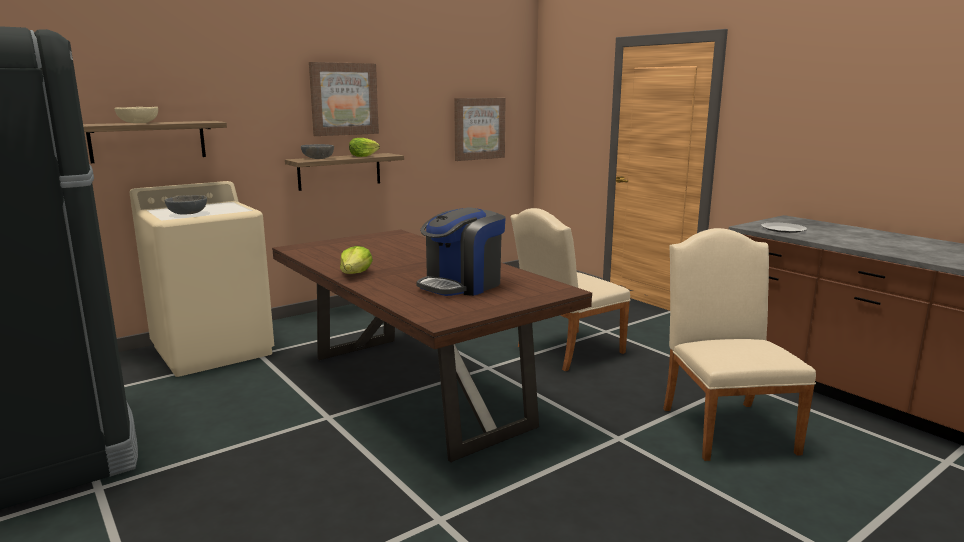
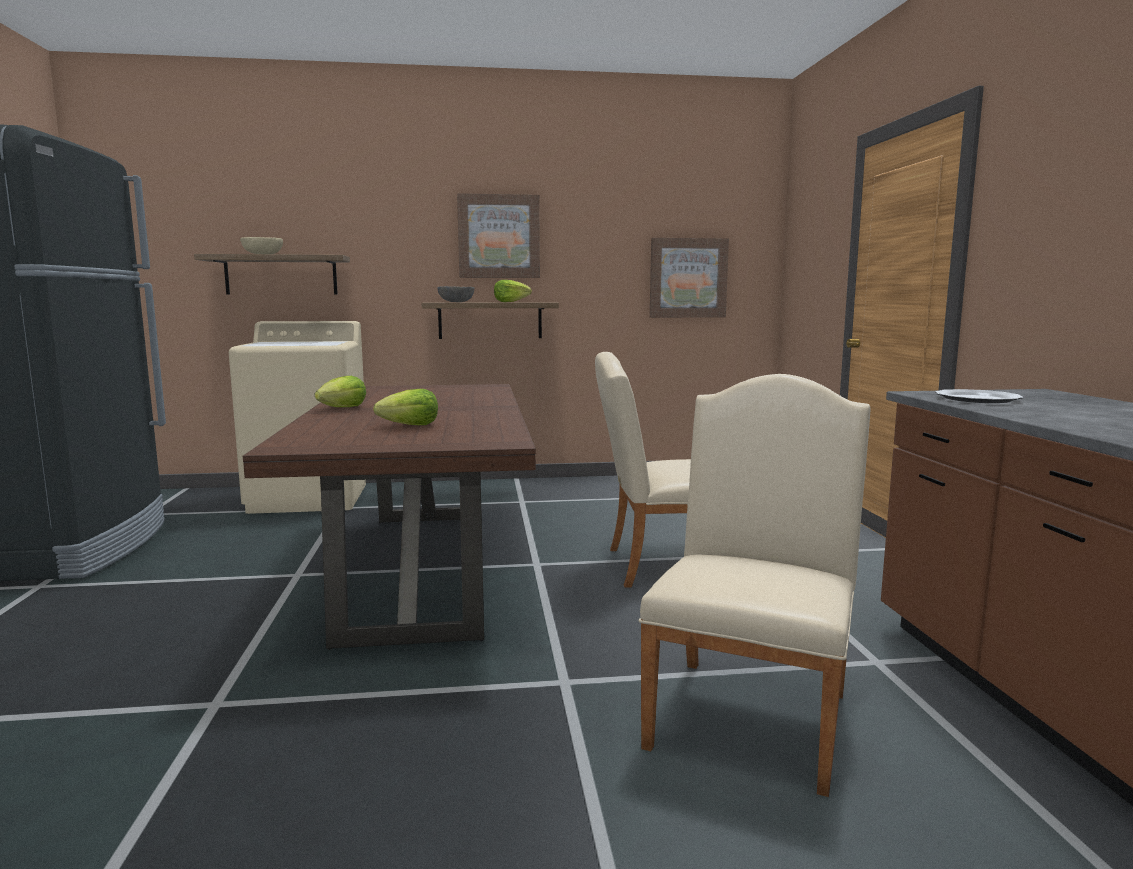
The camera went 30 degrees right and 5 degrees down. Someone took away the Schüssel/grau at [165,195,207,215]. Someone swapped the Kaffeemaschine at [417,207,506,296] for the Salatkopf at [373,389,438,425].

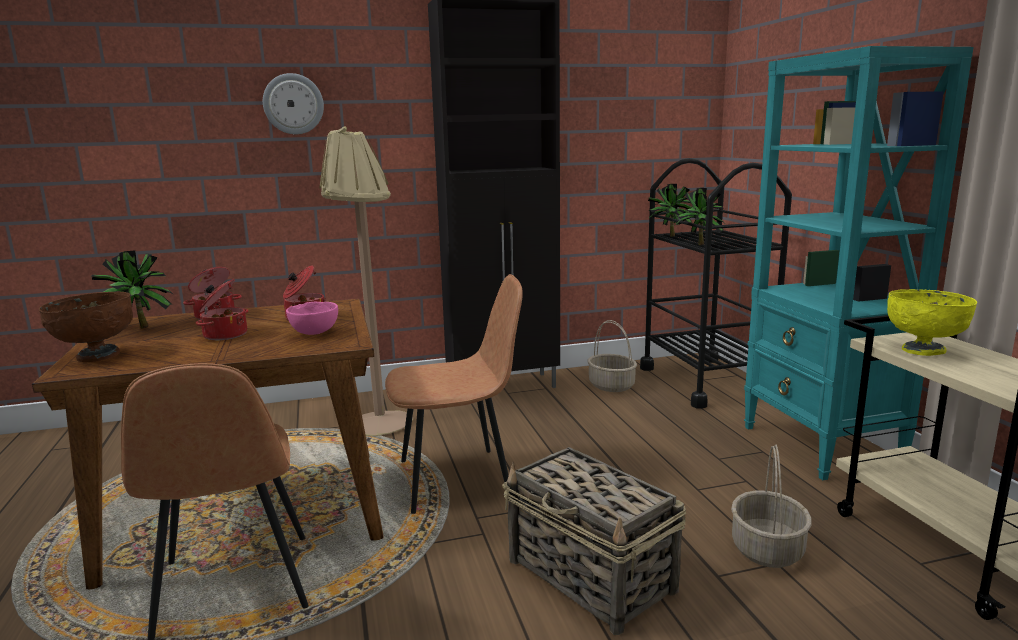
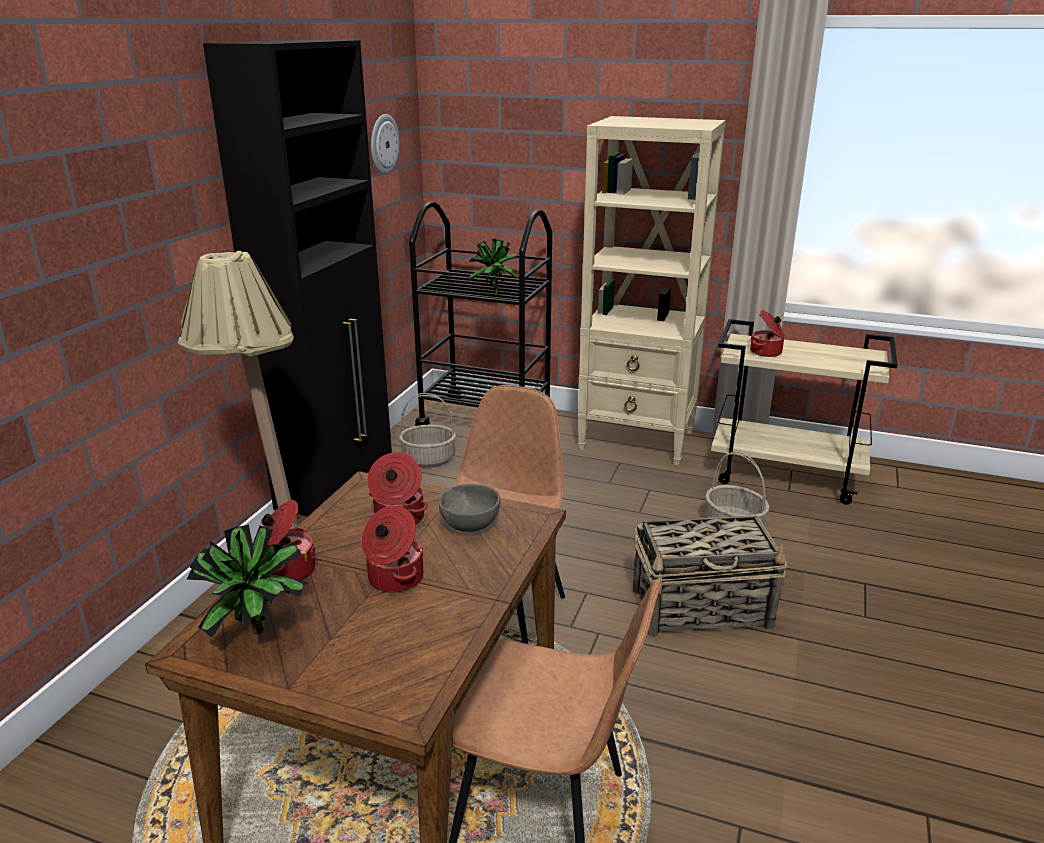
The camera went 55 degrees left and 10 degrees up. Someone repainted the Bücherregal/türkis at [744,46,974,480], which became the Bücherregal/beige at [578,116,726,466]. Someone carried the Wanduhr from [263,73,324,134] to [371,114,400,174]. Someone took away the Topfpflanze at [648,184,693,237]. Someone swapped the Schüssel/gelb at [887,289,977,356] for the Kochtopf at [750,310,785,357]. Someone took away the Schüssel/braun at [39,292,133,362]. Someone repainted the Schüssel/rosa at [286,302,338,335], which became the Schüssel/grau at [439,484,500,532].

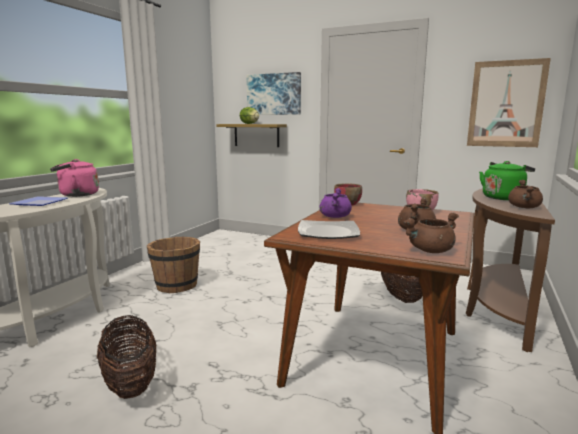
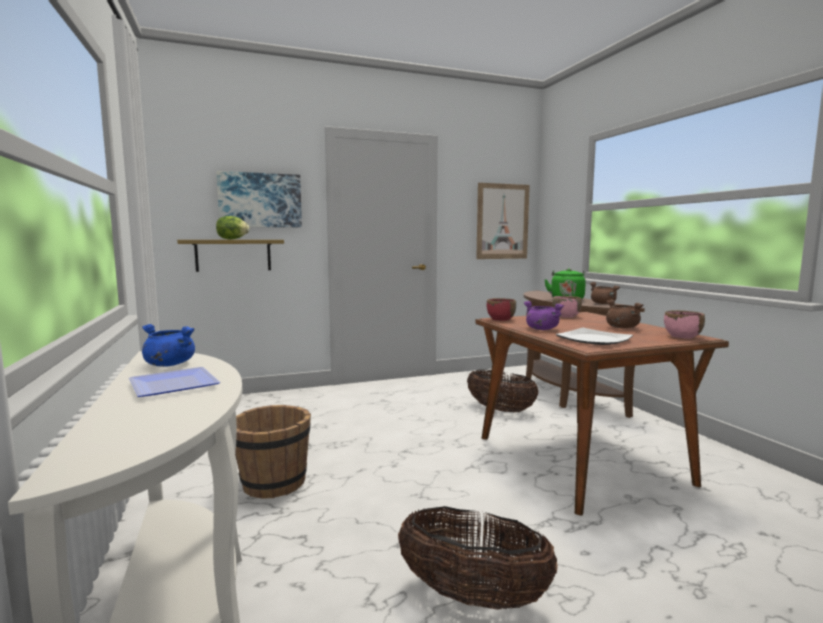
The camera went 45 degrees left and 5 degrees down. Someone swapped the Wasserkessel/rosa at [50,159,99,197] for the Kochtopf/blau at [142,324,195,367]. Someone swapped the Kochtopf/braun at [403,212,459,253] for the Schüssel/rosa at [664,310,705,338].

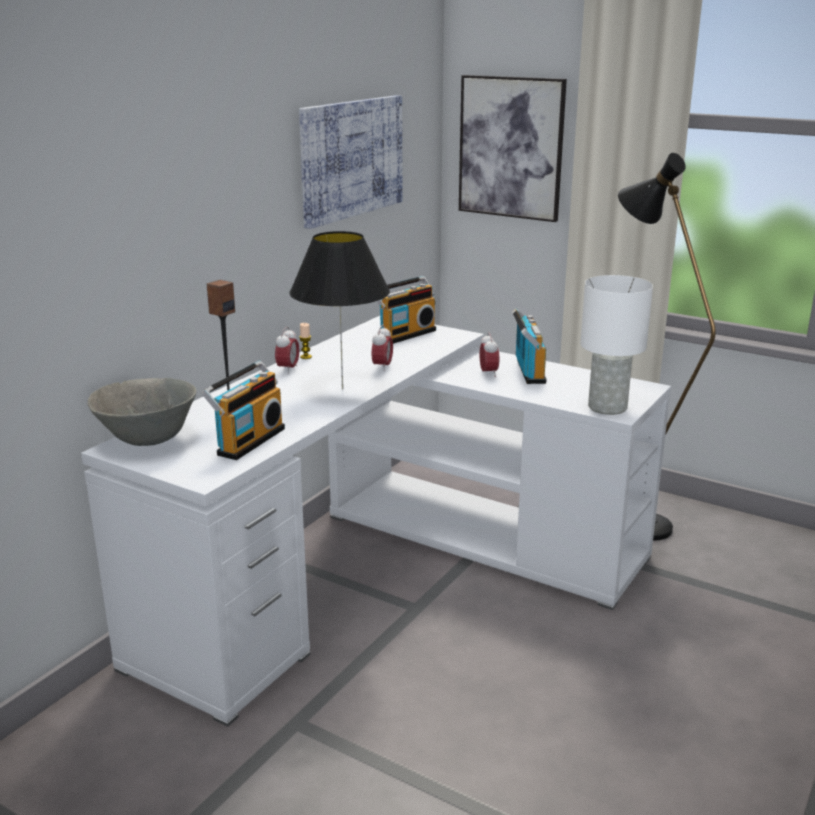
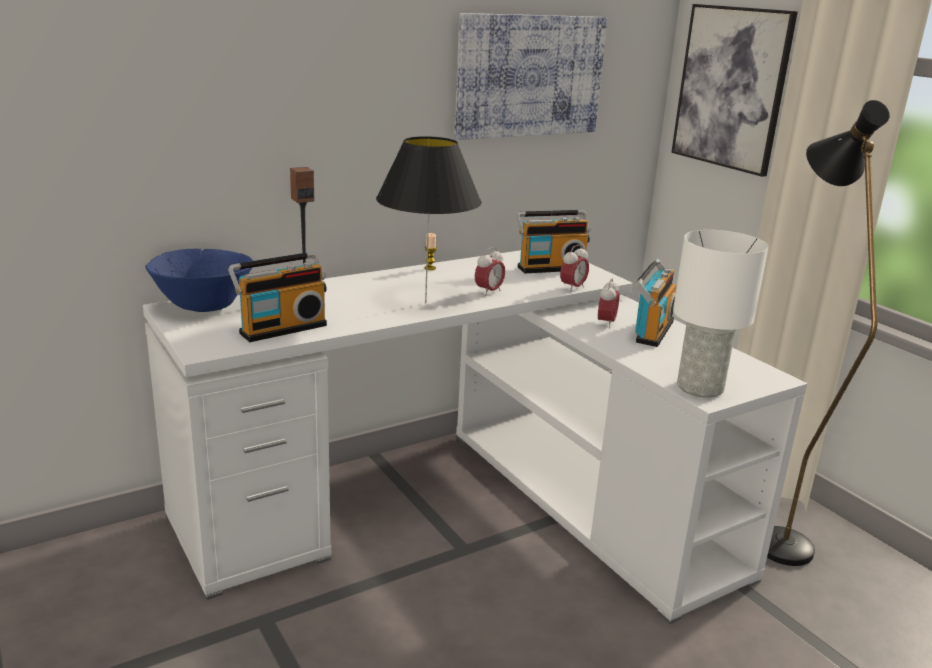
The camera went 25 degrees right and 0 degrees up. Someone carried the Wecker from [275,327,299,374] to [560,244,589,292]. Someone repainted the Schüssel/grau at [87,378,197,446], which became the Schüssel/blau at [145,249,253,312].

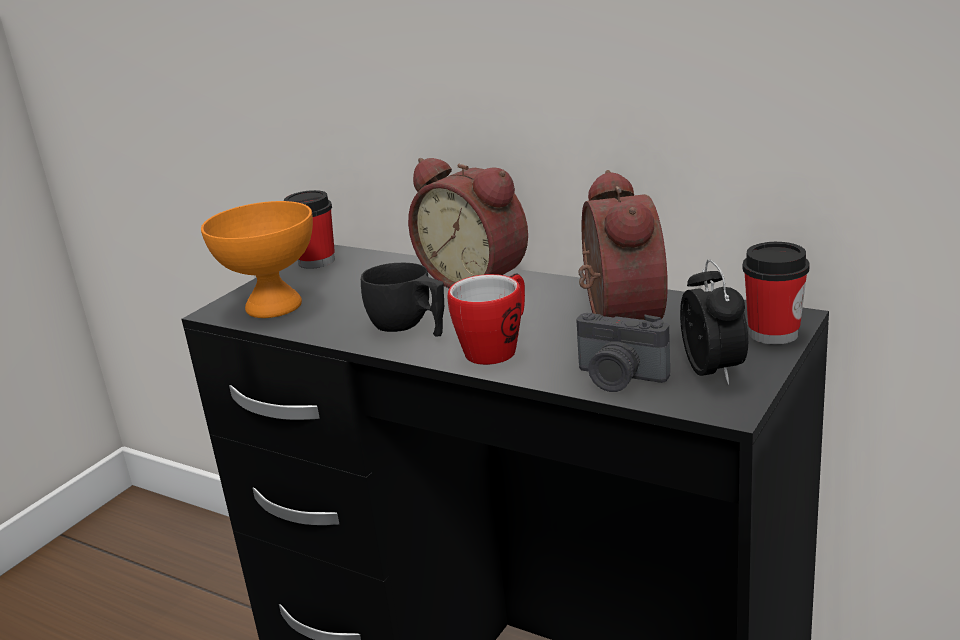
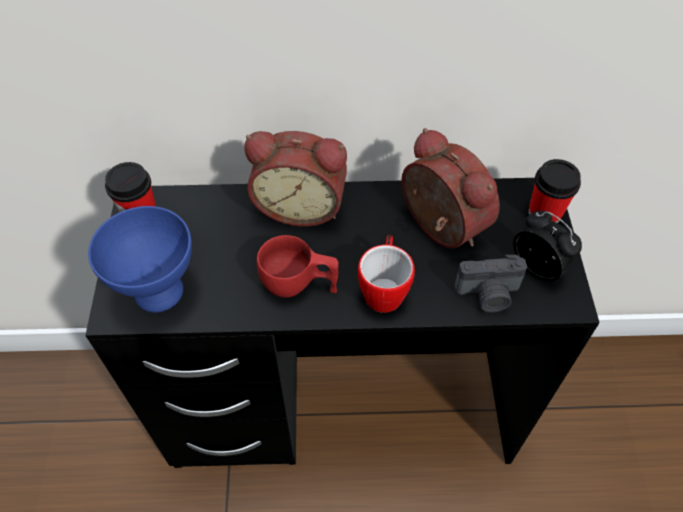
The camera went 35 degrees left and 30 degrees up. Someone repainted the Schüssel/orange at [201,201,313,318], which became the Schüssel/blau at [88,206,192,313]. Someone repainted the Tasse/schwarz at [361,263,444,337], which became the Tasse/rot at [257,235,339,298].

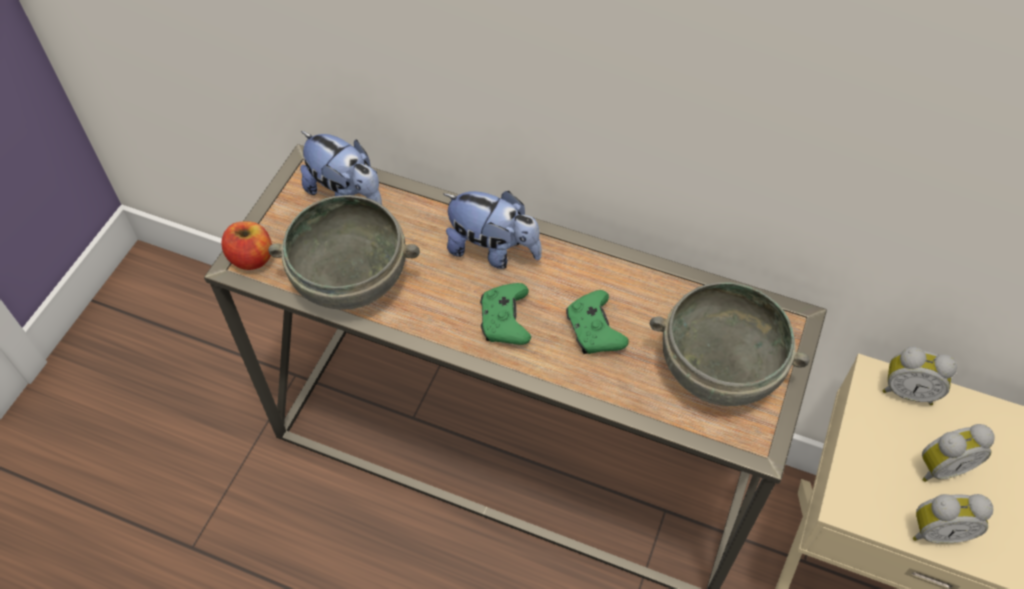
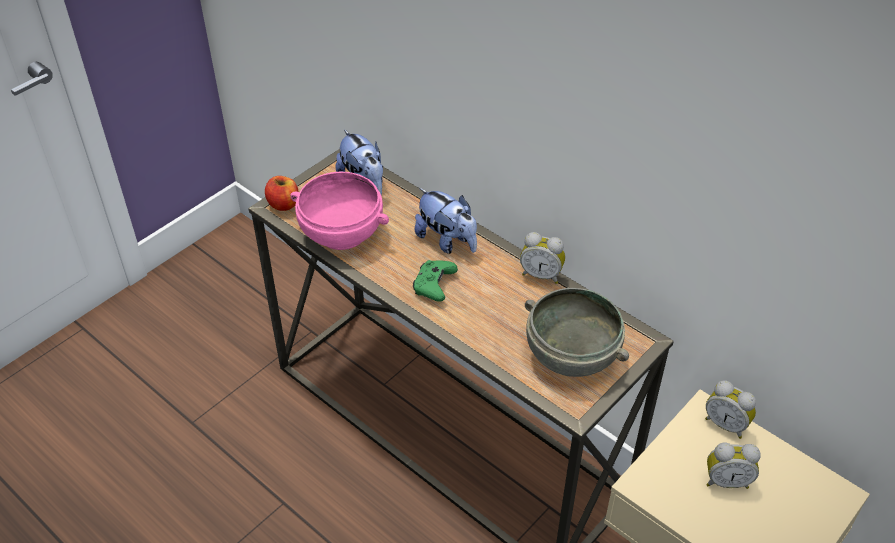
The camera went 20 degrees right and 10 degrees down. Someone repainted the Schüssel/grau at [268,195,420,309], which became the Schüssel/rosa at [290,172,389,250]. Someone took away the Gamepad/grün at [566,290,629,354]. Someone carried the Wecker from [913,494,993,544] to [520,232,565,284].

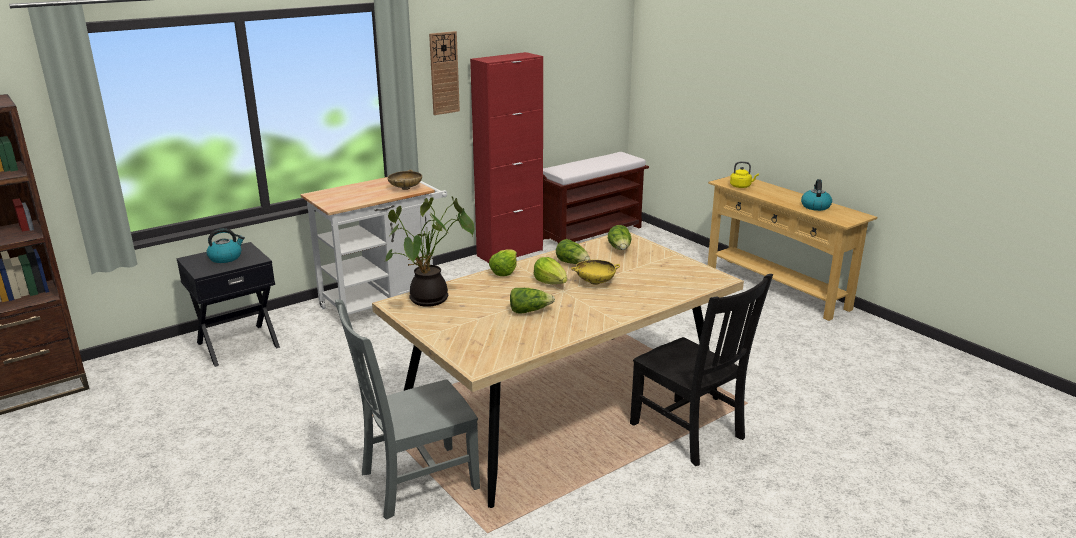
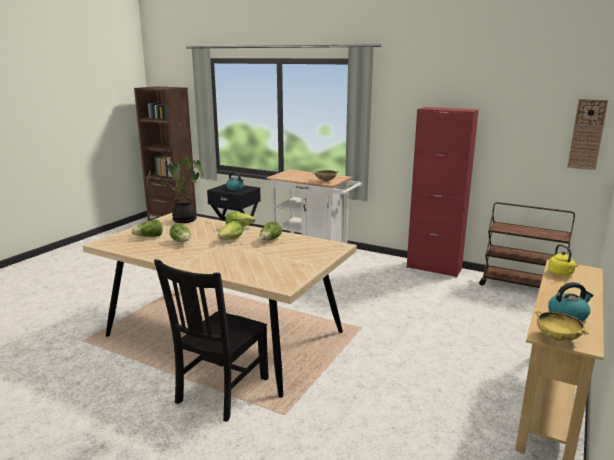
The camera went 65 degrees right and 5 degrees down. Someone carried the Wanduhr from [429,31,460,115] to [567,99,608,170]. Someone swapped the Bank/braun at [543,152,649,243] for the Rollwagen/braun at [479,202,575,288]. Someone carried the Salatkopf from [608,225,632,250] to [131,219,163,237]. Someone carried the Schüssel/gelb from [571,260,620,285] to [535,311,589,341]. Someone took away the Stuhl/grau at [335,299,480,520].

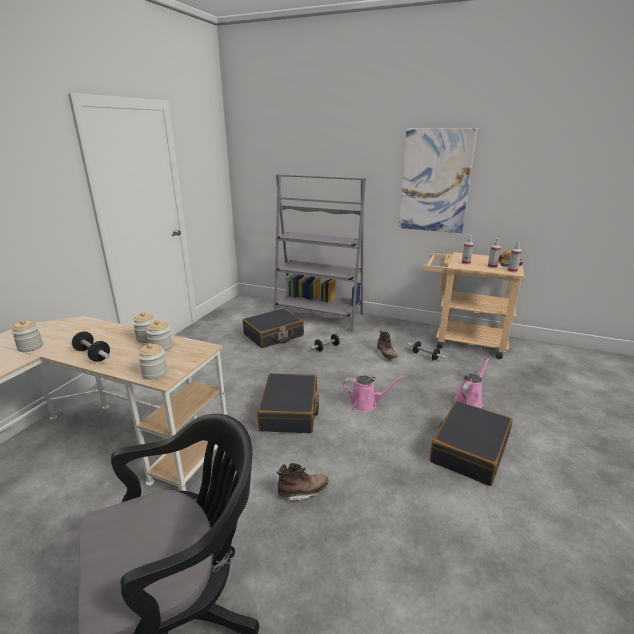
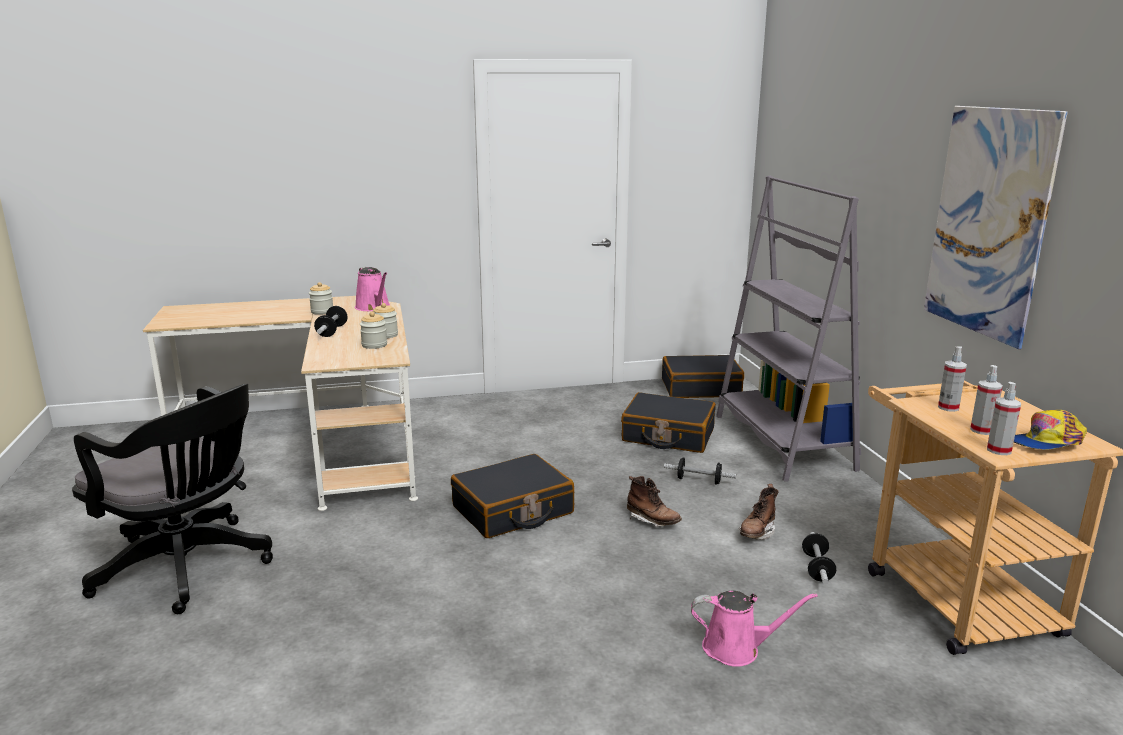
The camera went 55 degrees right and 5 degrees down. Someone took away the Vorratsglas at [138,343,168,380]. Someone carried the Gießkanne/rosa from [343,375,405,412] to [355,267,390,311]. Someone carried the Koffer/schwarz from [430,401,512,486] to [662,355,744,398]. Someone carried the Stiefel/braun from [277,463,329,504] to [627,476,682,526].

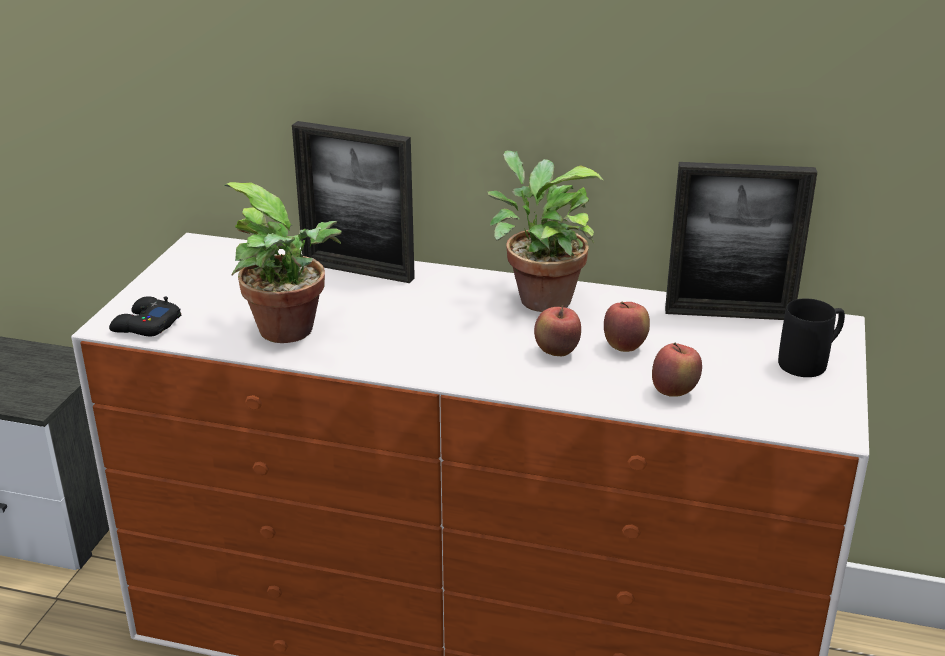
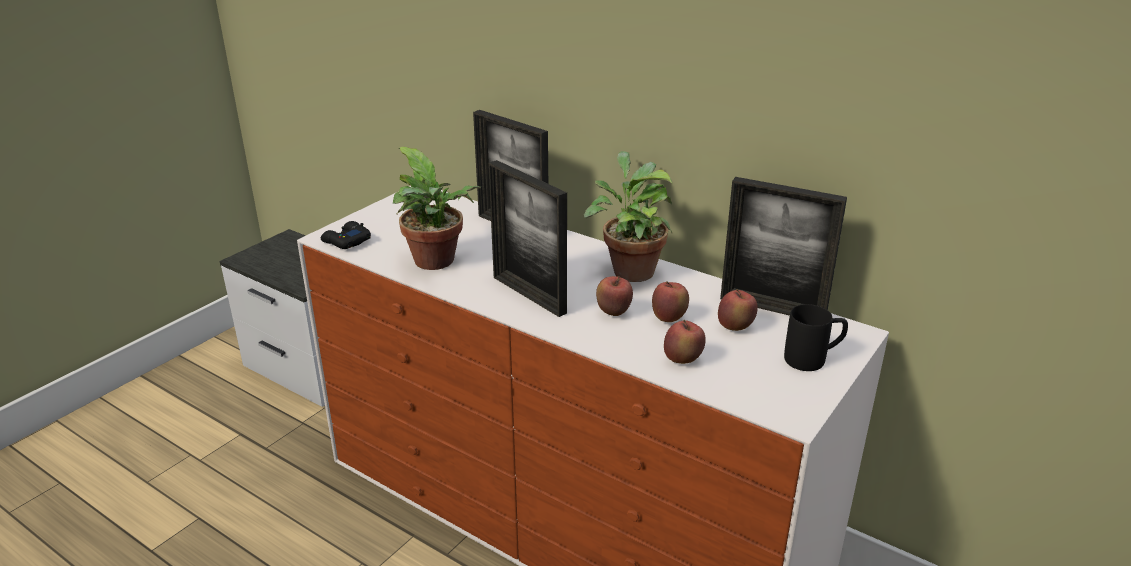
The camera went 20 degrees right and 0 degrees up. Someone put down the Bilderrahmen at [488,160,567,317]. Someone put down the Apfel at [718,289,758,331].

